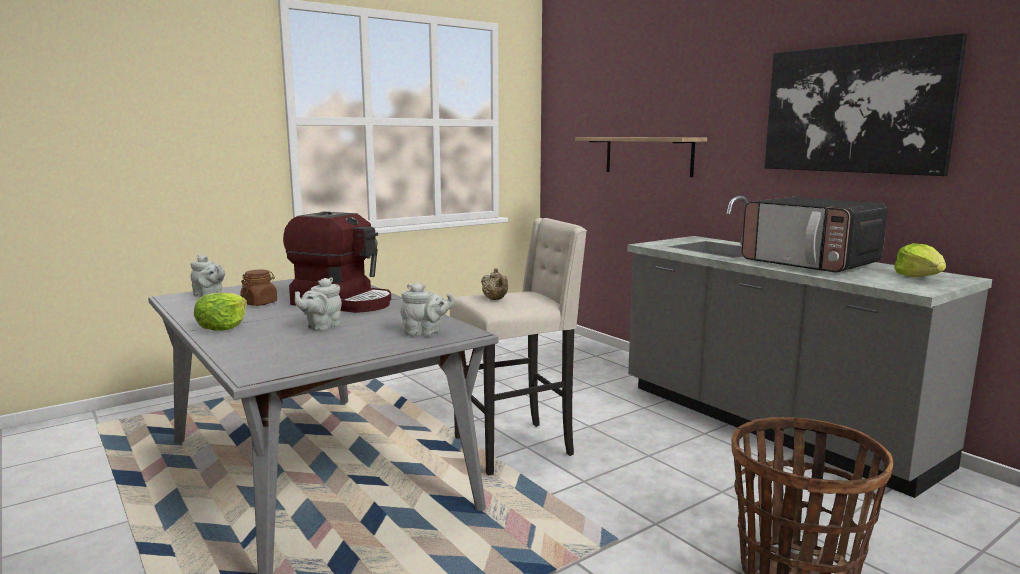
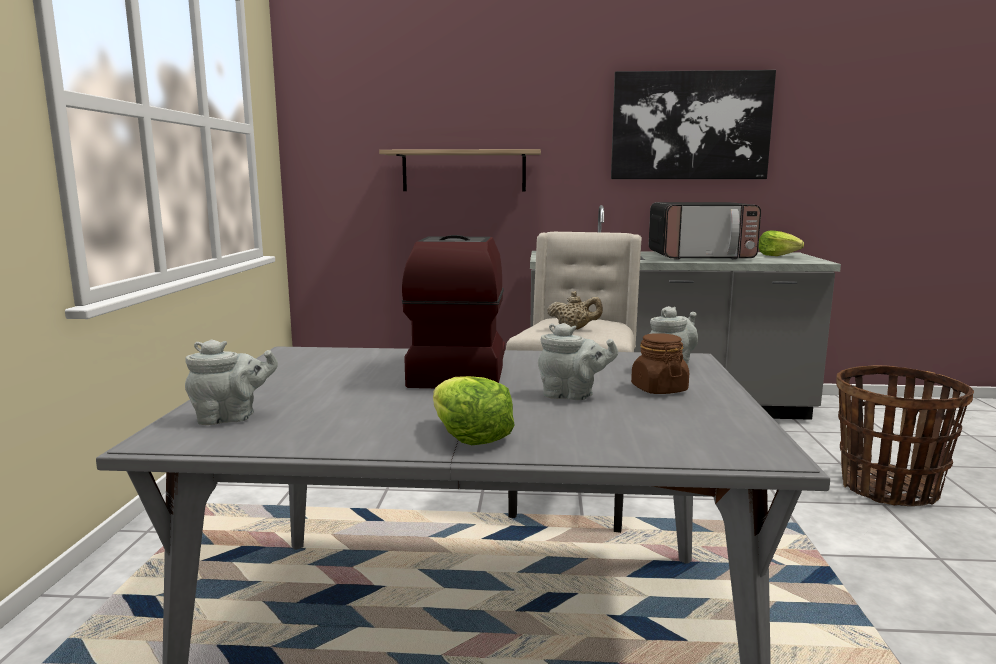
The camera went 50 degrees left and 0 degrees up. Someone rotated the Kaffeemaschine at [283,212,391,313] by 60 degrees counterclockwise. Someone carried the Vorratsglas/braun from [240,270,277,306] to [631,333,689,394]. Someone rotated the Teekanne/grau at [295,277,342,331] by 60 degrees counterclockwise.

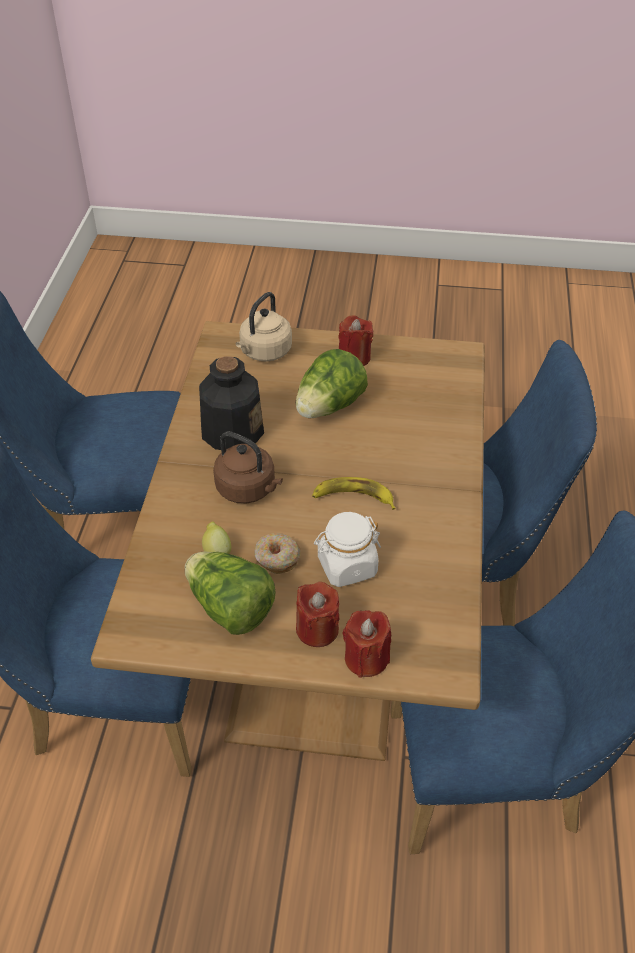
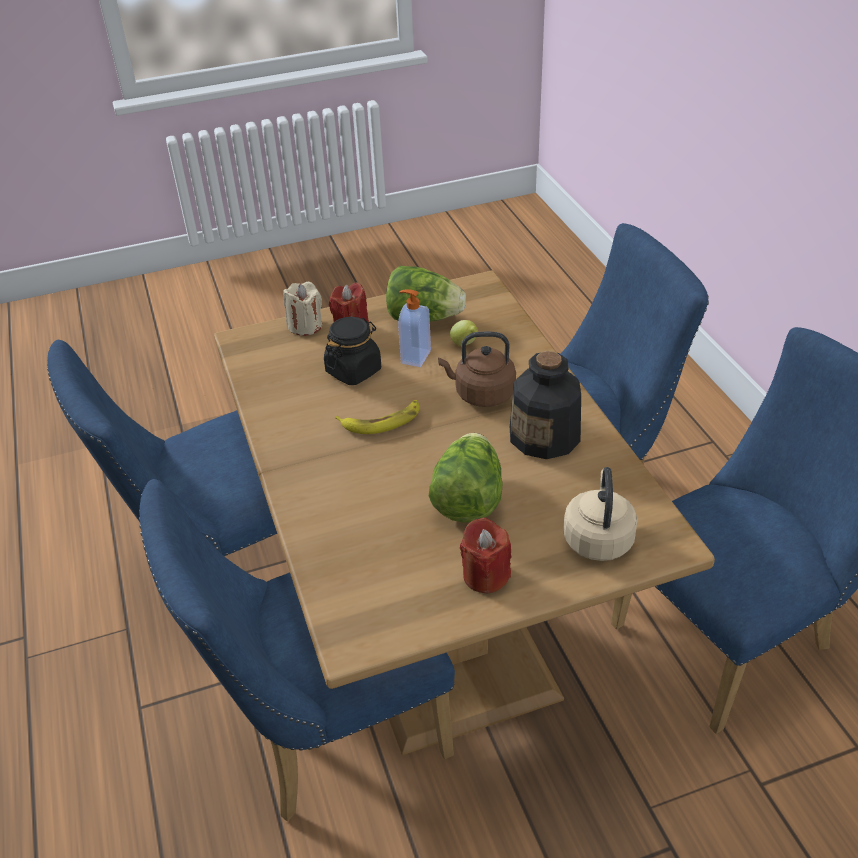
The camera went 155 degrees right and 5 degrees down. Someone repainted the Vorratsglas/weiß at [314,512,381,587], which became the Vorratsglas/schwarz at [324,317,381,385]. Someone swapped the Donut at [254,533,301,574] for the Seifenspender at [398,289,431,367]. Someone repainted the Kerze/rot at [342,610,391,678], which became the Kerze/beige at [283,282,322,336].

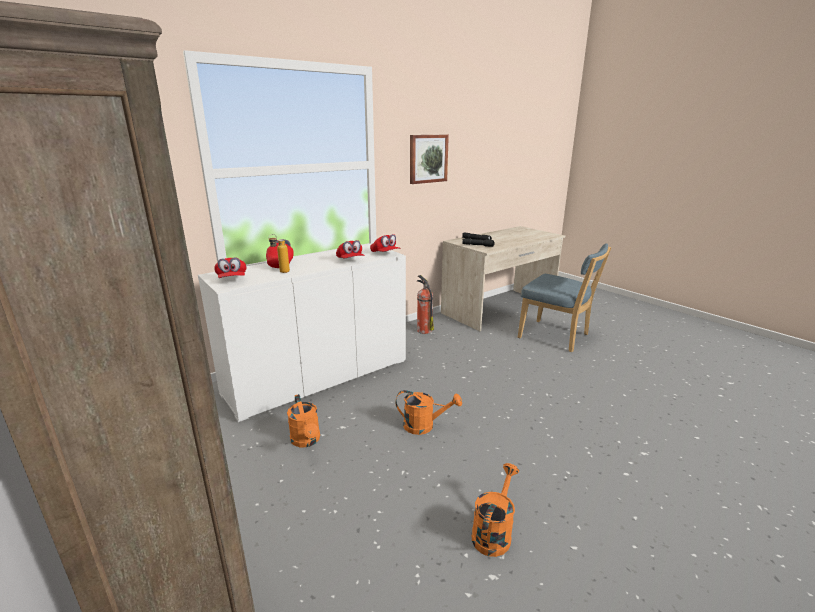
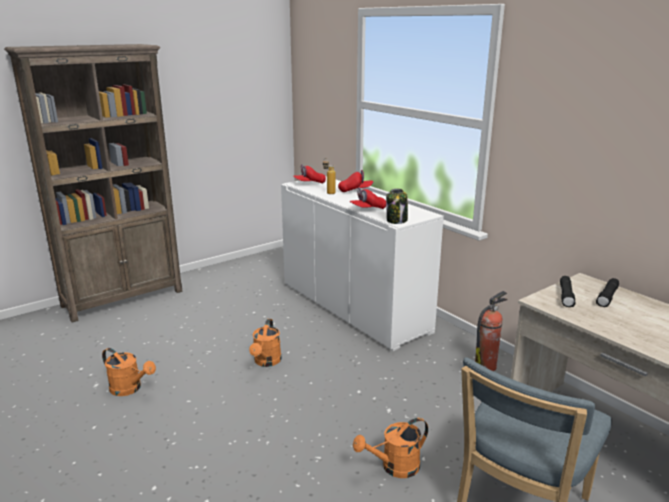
The camera went 90 degrees right and 0 degrees up. Someone took away the Bild at [410,135,449,184]. Someone swapped the Kappe/rot at [370,234,401,252] for the Vorratsglas at [386,188,408,224]. Someone carried the Gießkanne/orange from [287,394,320,447] to [353,418,428,478].

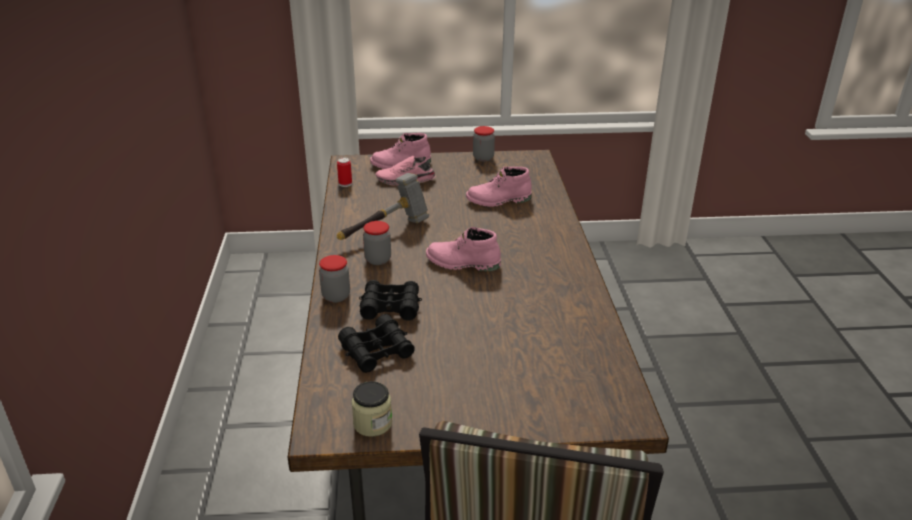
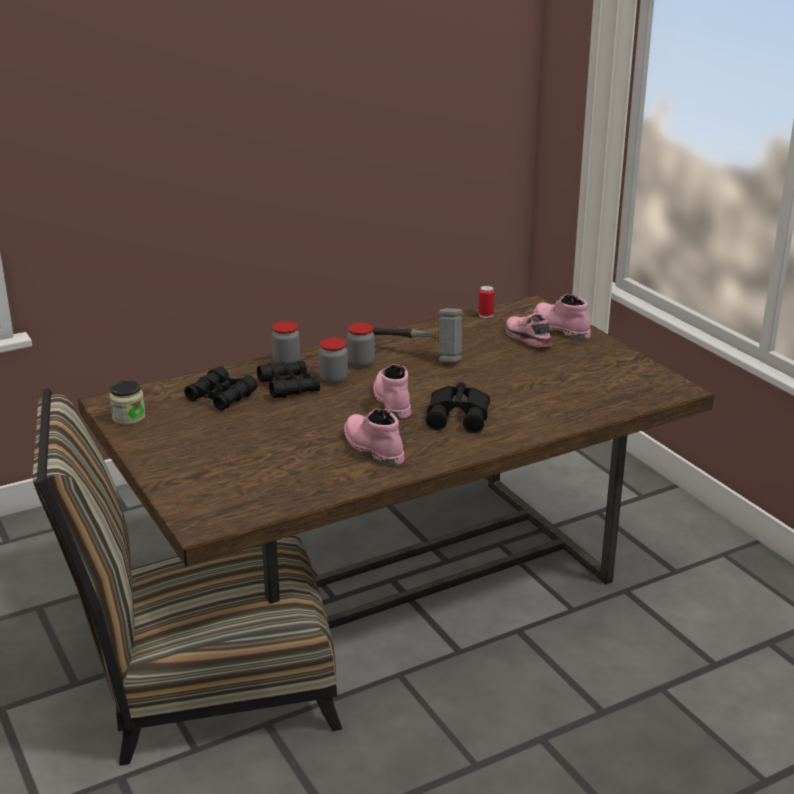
The camera went 65 degrees right and 5 degrees down. Someone carried the Vorratsglas from [473,126,495,162] to [319,338,348,384]. Someone carried the Stiefel/rosa from [466,166,532,207] to [344,409,404,466]. Someone put down the Fernglas/schwarz at [426,382,490,433].

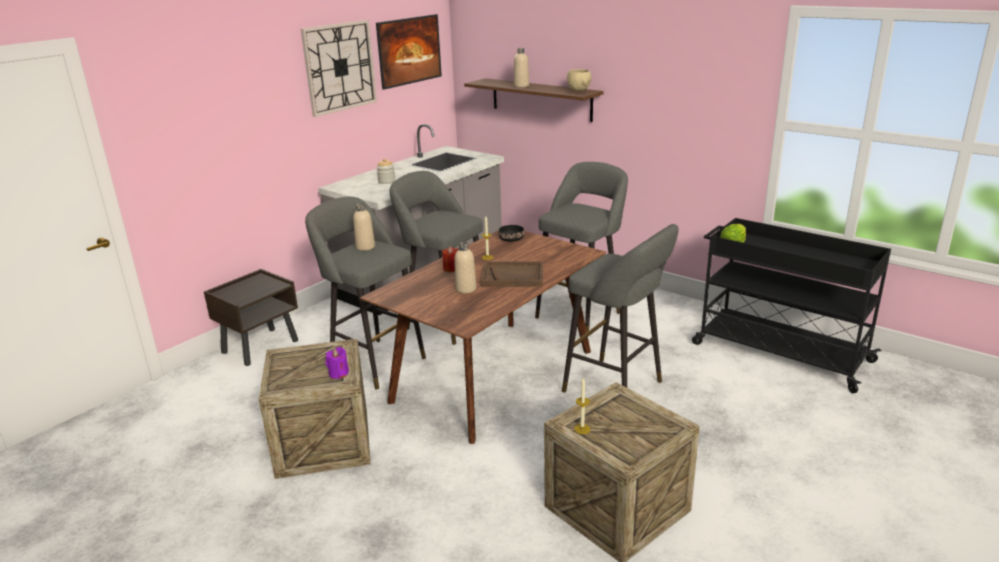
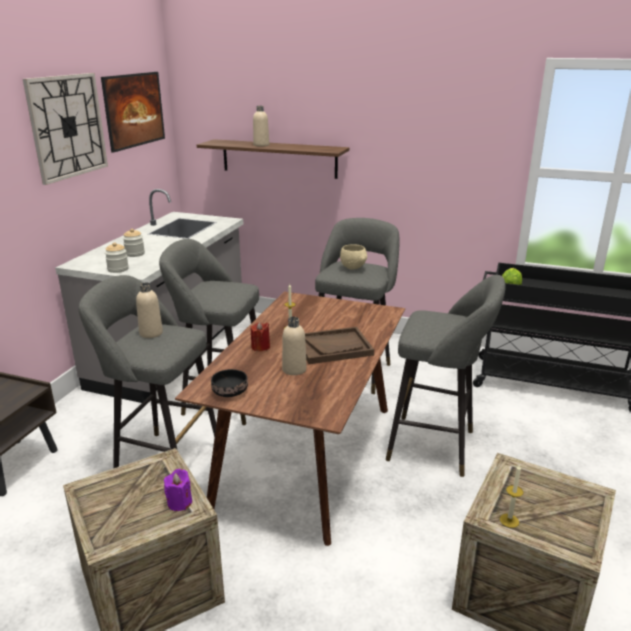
The camera went 20 degrees left and 0 degrees up. Someone carried the Schüssel/beige from [567,69,591,91] to [340,244,367,270]. Someone carried the Schüssel/schwarz from [499,225,524,242] to [211,369,248,397]. Someone put down the Vorratsglas at [105,242,129,273].

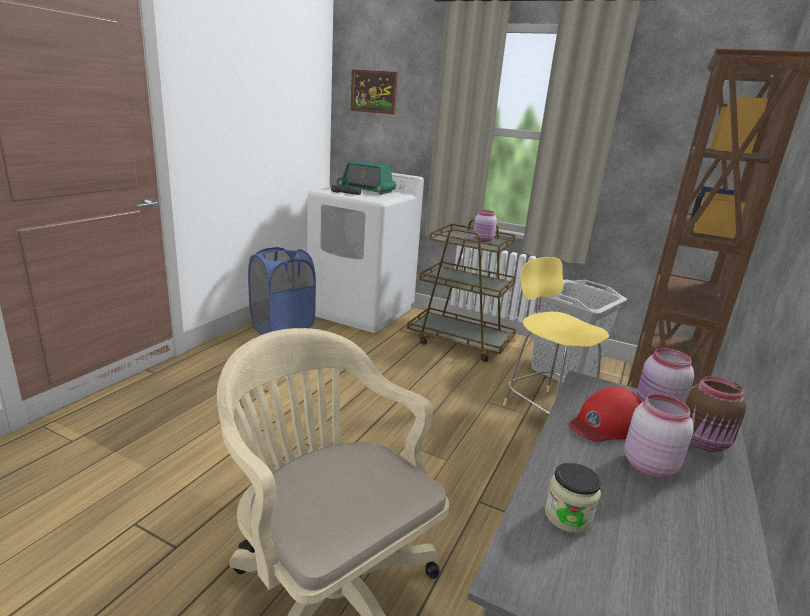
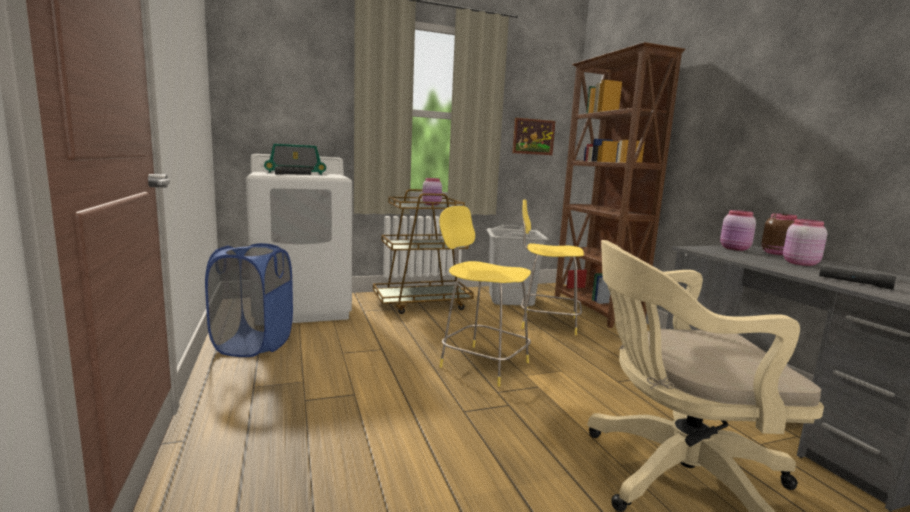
The camera went 45 degrees left and 10 degrees down. Someone carried the Bild from [350,69,398,115] to [512,118,555,155]. Someone took away the Kappe/rot at [569,386,642,442]. Someone swapped the Vorratsglas at [545,463,601,533] for the Taschenlampe/schwarz at [819,266,896,290]. Someone put down the Hocker/gelb at [439,206,531,387].

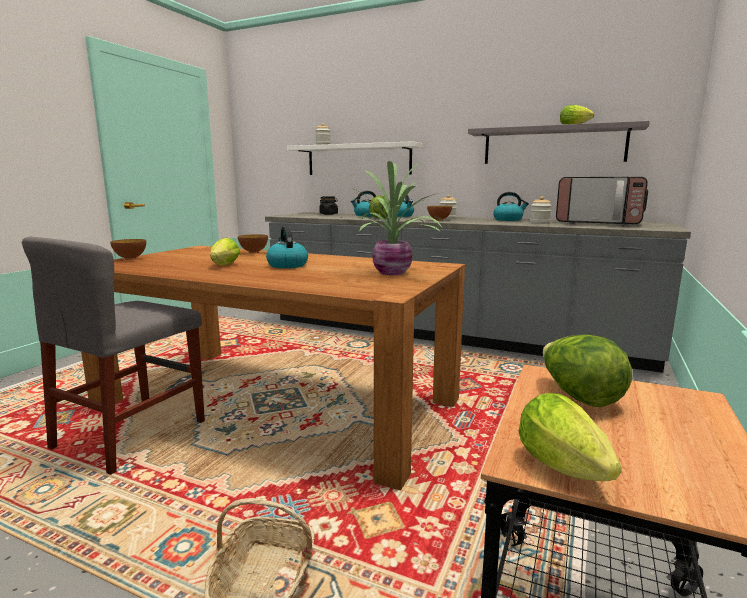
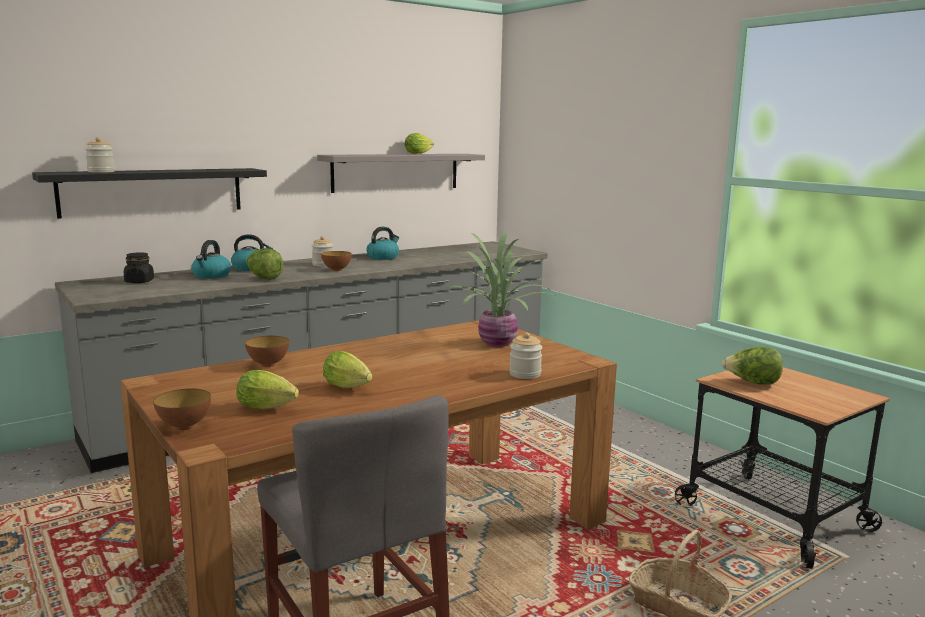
The camera went 60 degrees left and 0 degrees up. Someone repainted the Wandregal/weiß at [287,141,423,175], which became the Wandregal/schwarz at [32,168,267,219]. Someone took away the Mikrowelle at [556,177,648,226]. Someone carried the Vorratsglas from [530,196,552,224] to [509,332,542,379]. Someone took away the Wasserkessel at [266,226,308,268]. Someone carried the Salatkopf from [518,393,622,481] to [236,370,299,410].

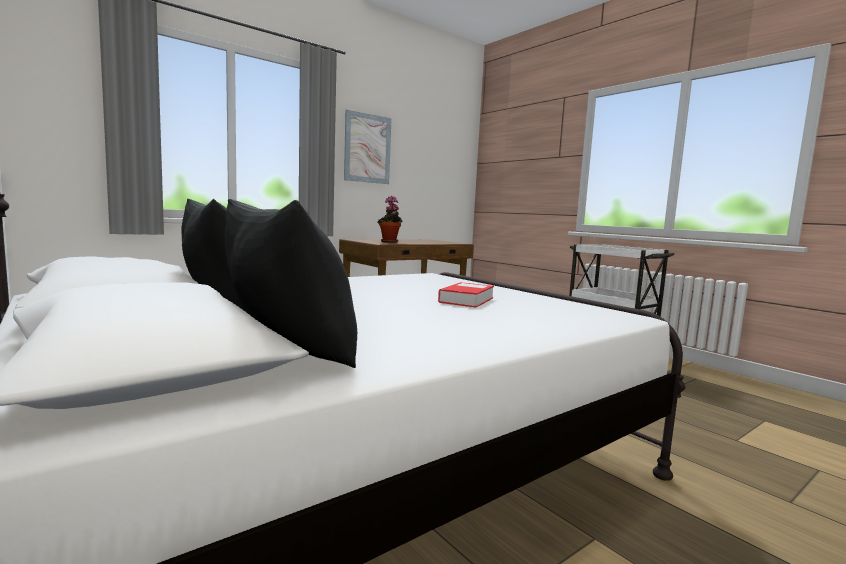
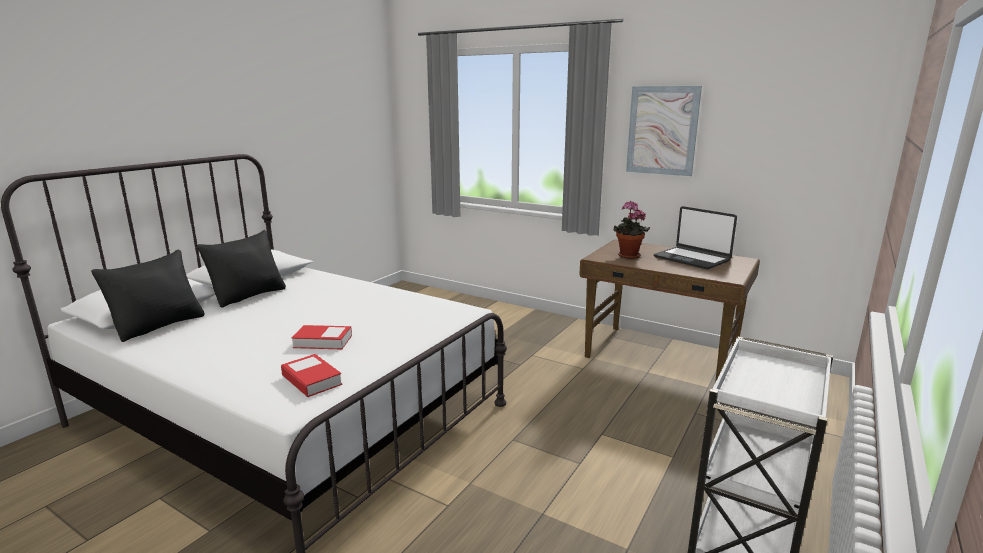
The camera went 70 degrees right and 10 degrees up. Someone put down the Laptop at [654,206,737,269]. Someone put down the Buch at [281,354,342,397].

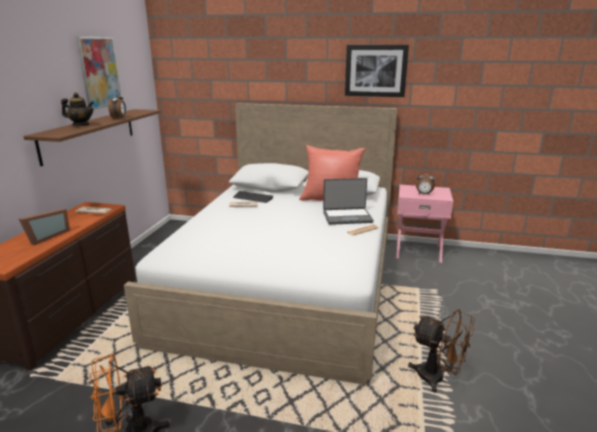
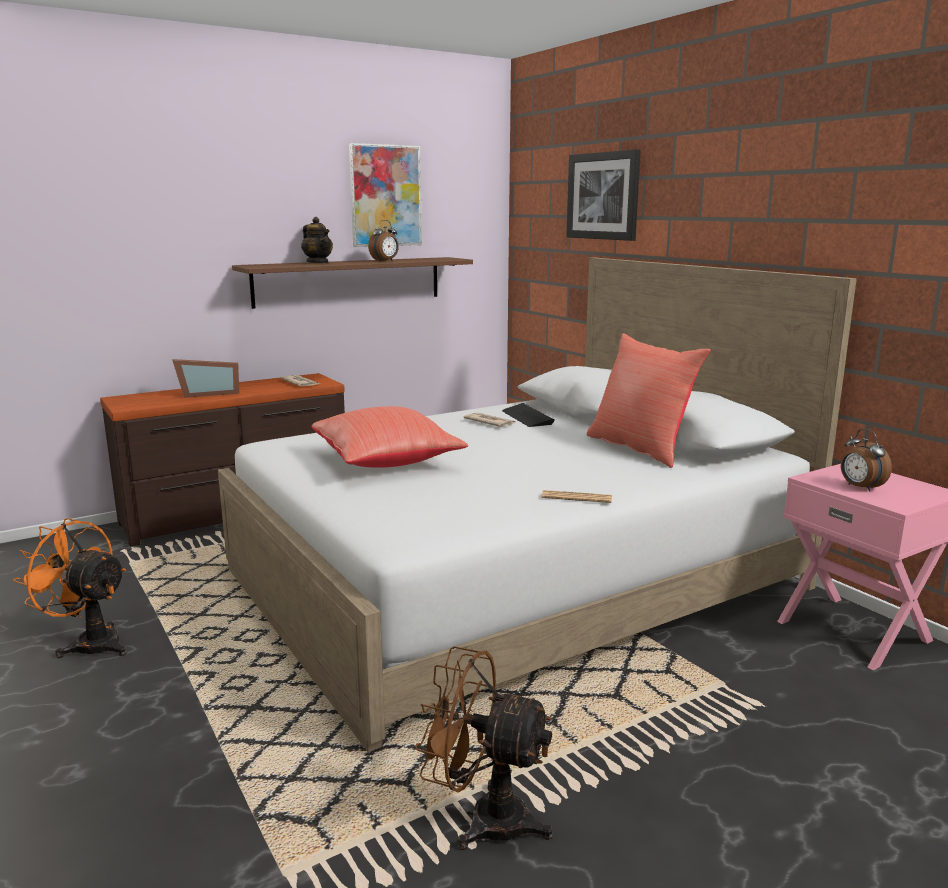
The camera went 45 degrees right and 5 degrees down. Someone carried the Bild from [345,45,409,97] to [566,149,641,241]. Someone took away the Laptop at [323,178,374,225]. Someone rotated the Ventilator/braun at [408,309,475,393] by 120 degrees clockwise. Someone put down the Kissen/rot at [312,406,468,468].

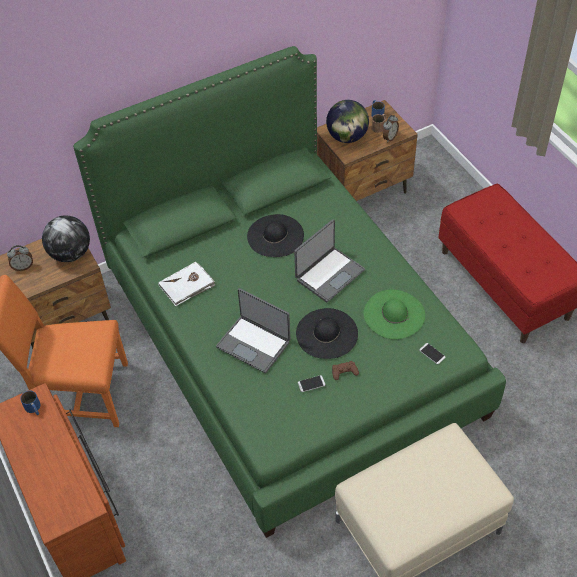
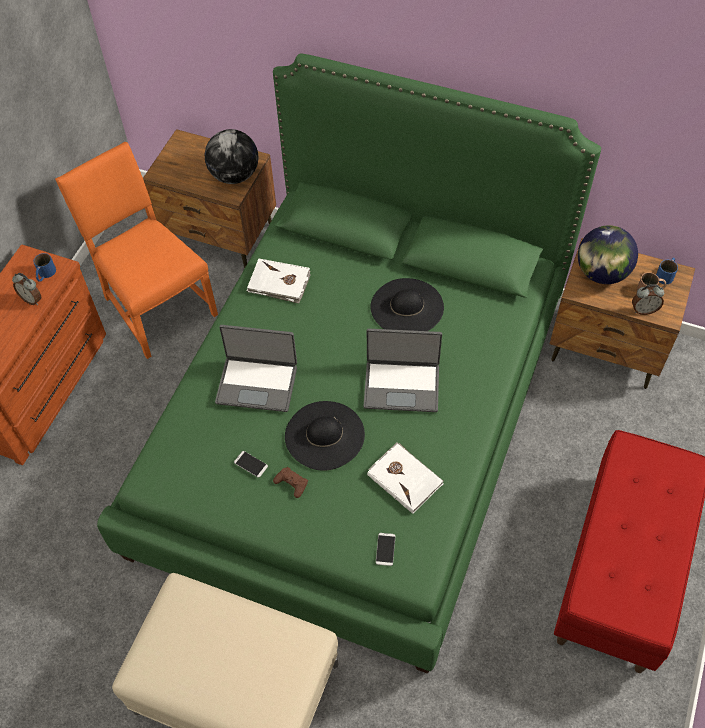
The camera went 50 degrees right and 5 degrees up. Someone carried the Wecker from [7,245,33,271] to [12,273,41,305]. Someone rotated the Laptop at [216,288,291,373] by 75 degrees counterclockwise. Someone swapped the Hut/grün at [363,290,425,339] for the Buch/weiß at [367,442,444,514].

